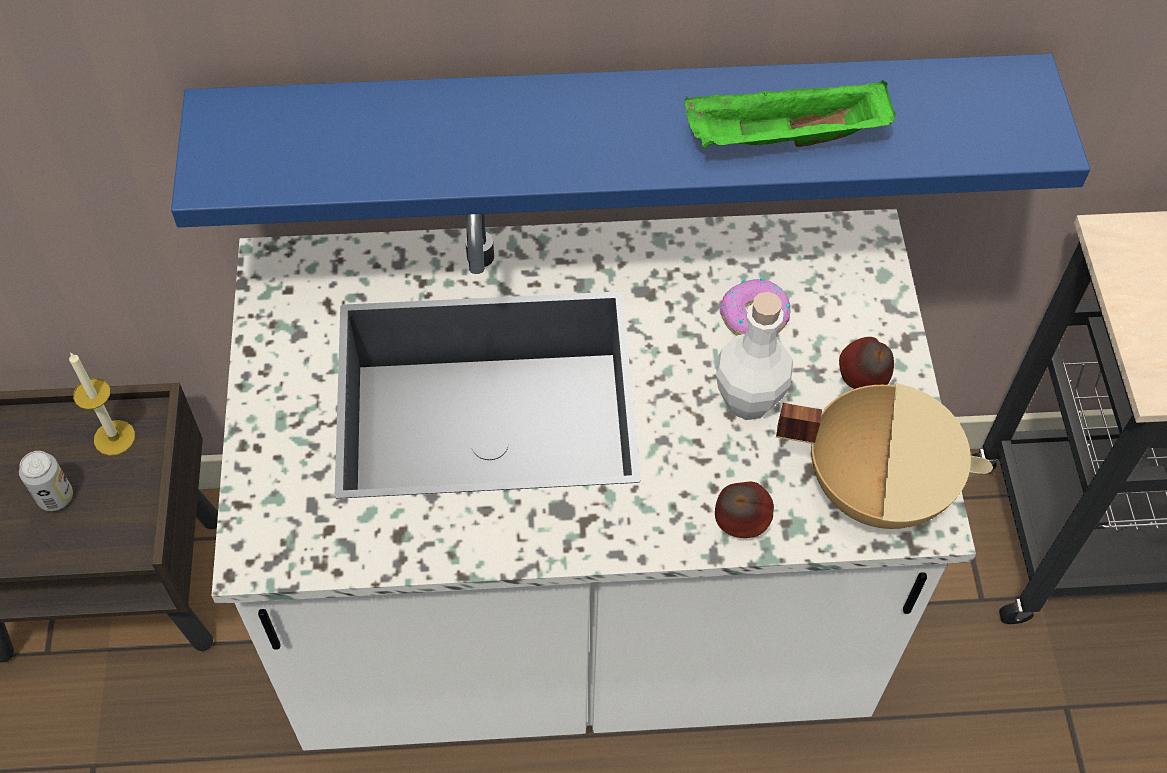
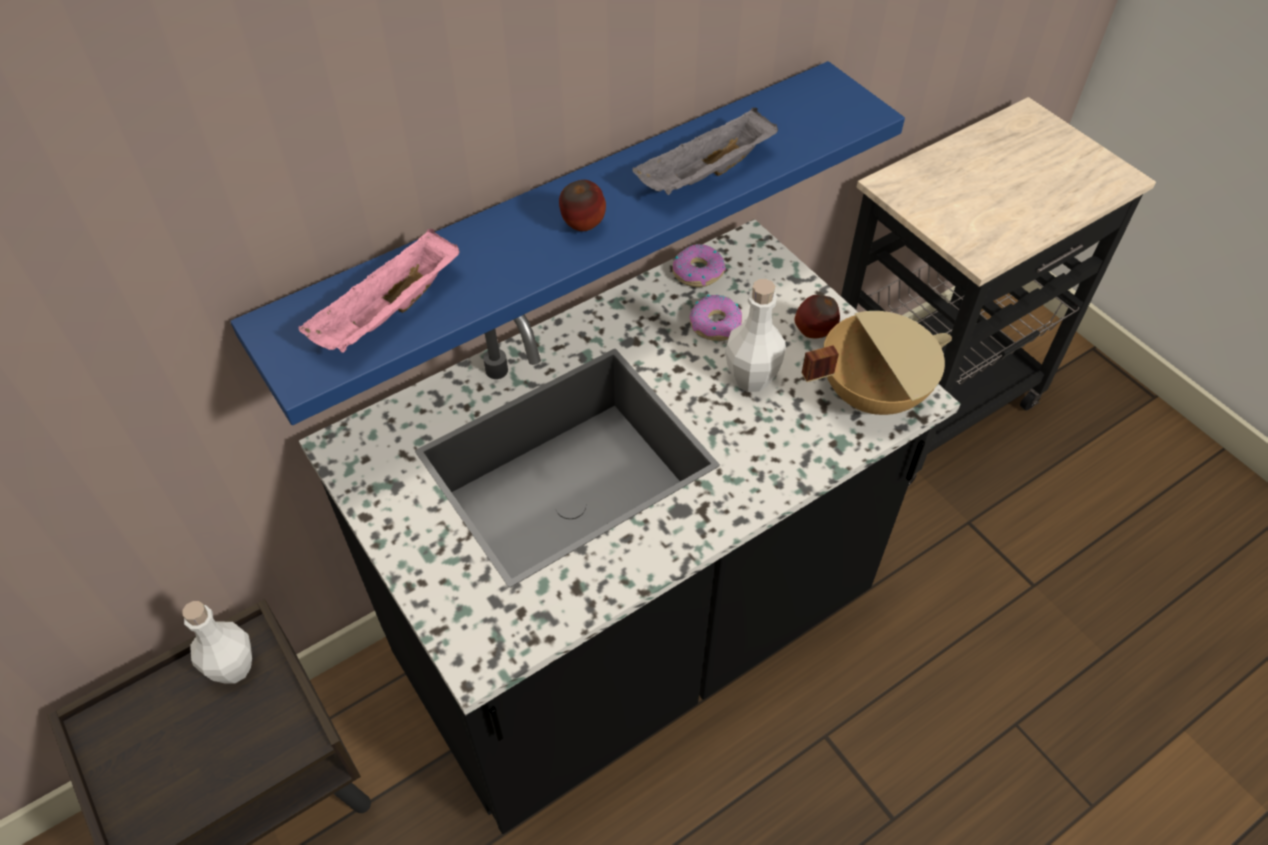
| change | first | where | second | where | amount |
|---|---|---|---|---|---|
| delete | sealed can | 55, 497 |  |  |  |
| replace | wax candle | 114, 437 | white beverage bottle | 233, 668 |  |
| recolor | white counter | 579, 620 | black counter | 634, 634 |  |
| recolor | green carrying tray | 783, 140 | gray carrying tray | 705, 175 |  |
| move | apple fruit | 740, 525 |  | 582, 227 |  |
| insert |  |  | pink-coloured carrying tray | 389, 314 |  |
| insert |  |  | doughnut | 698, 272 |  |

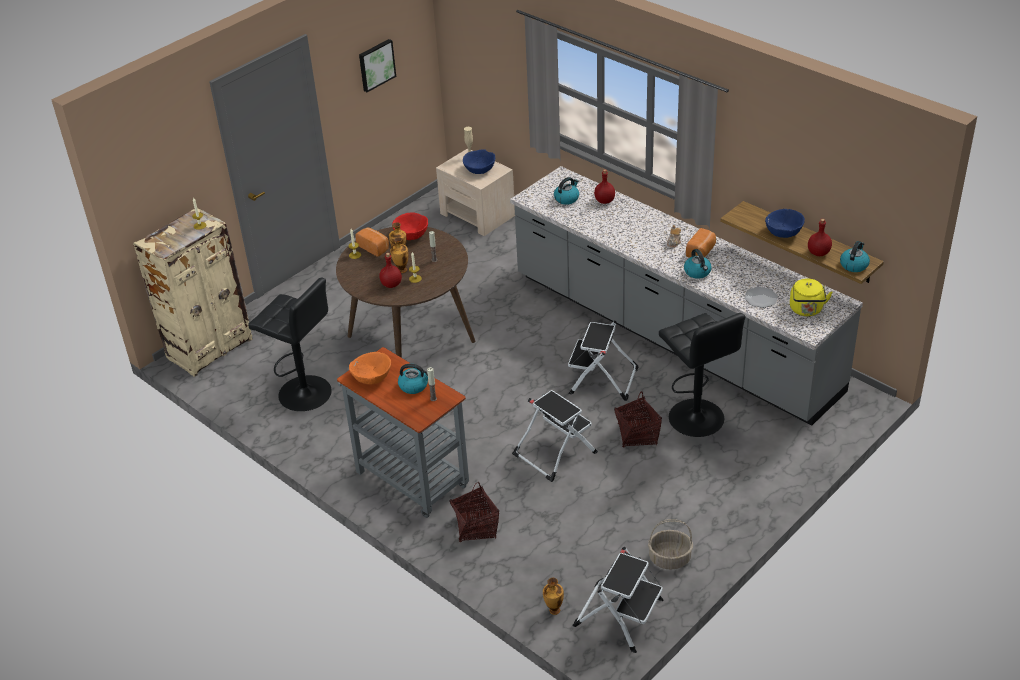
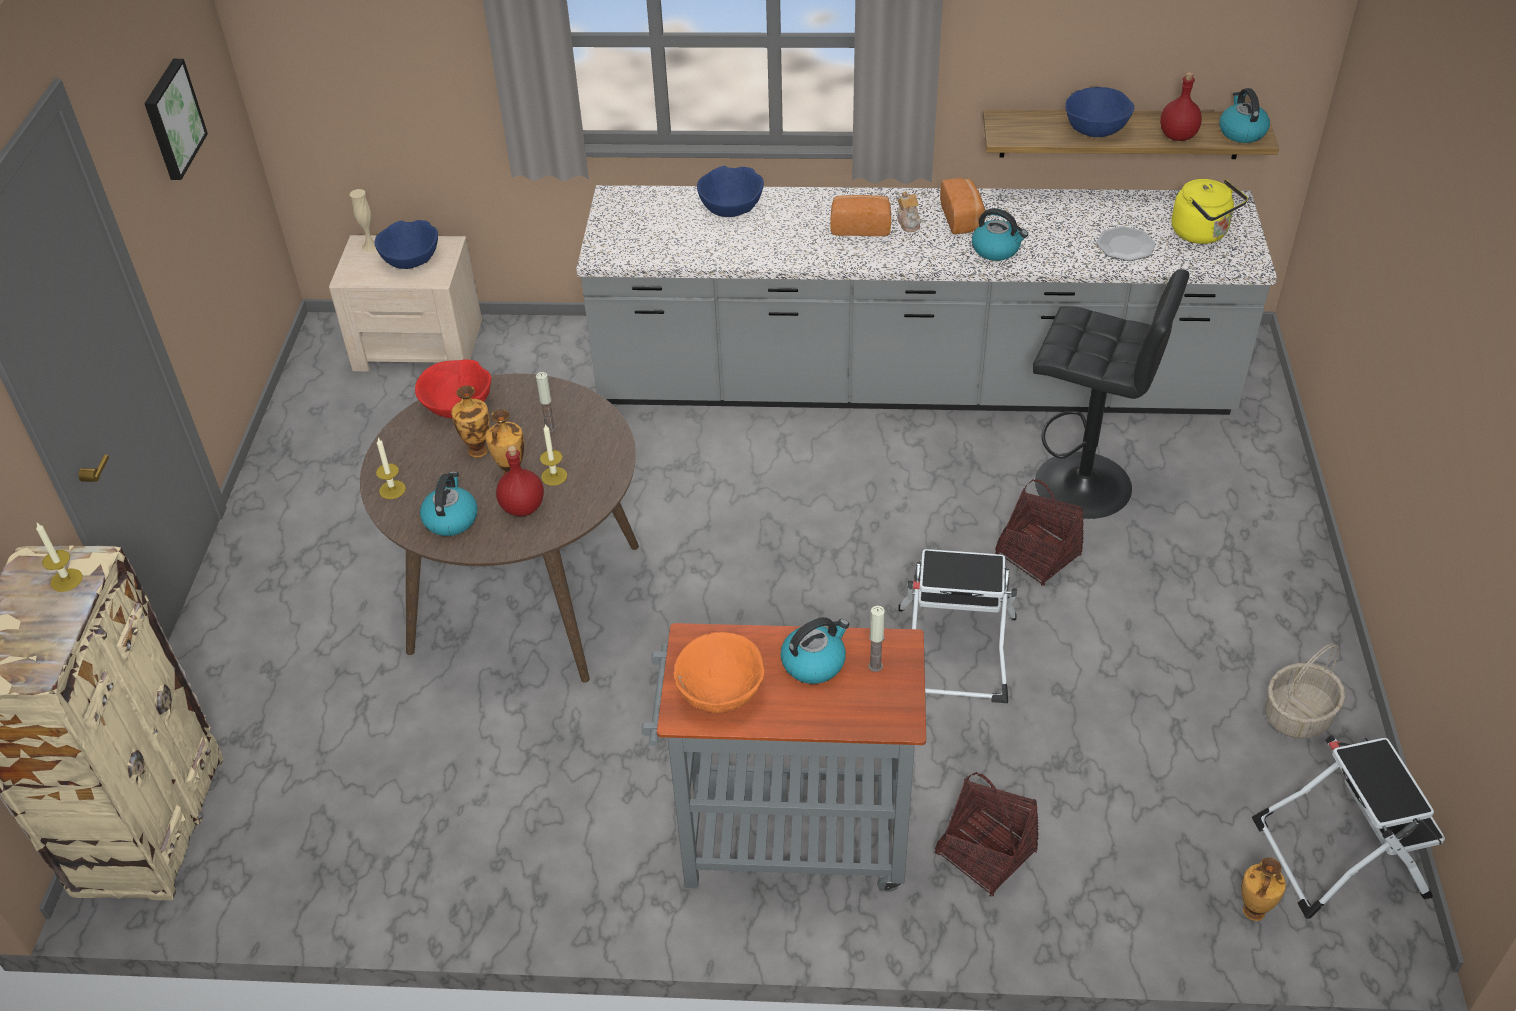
| change | first | where | second | where | amount |
|---|---|---|---|---|---|
| delete | black sitting stool | 305, 394 |  |  |  |
| move | bread | 374, 247 |  | 860, 227 |  |
| move | kettle | 566, 198 |  | 451, 519 |  |
| delete | step stool | 602, 378 |  |  |  |
| replace | red-coloured beverage bottle | 605, 201 | bluish bowl | 731, 207 |  |

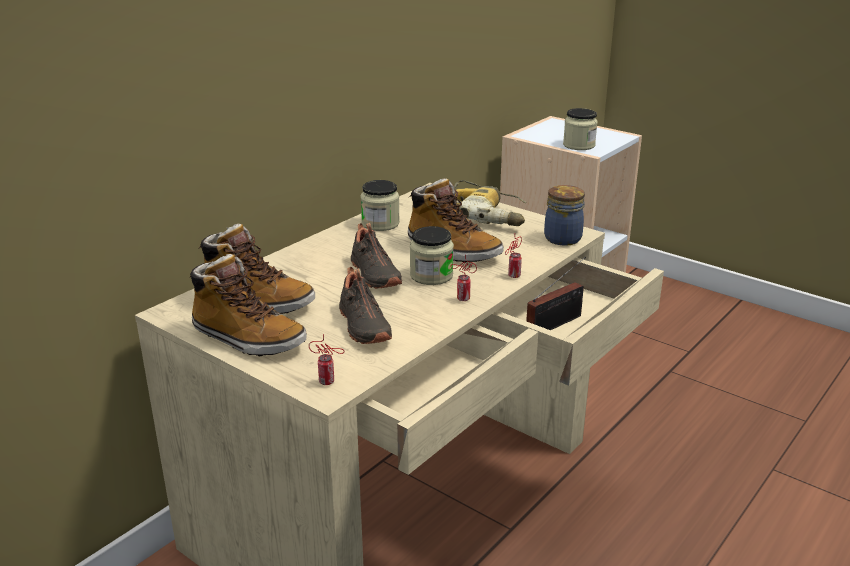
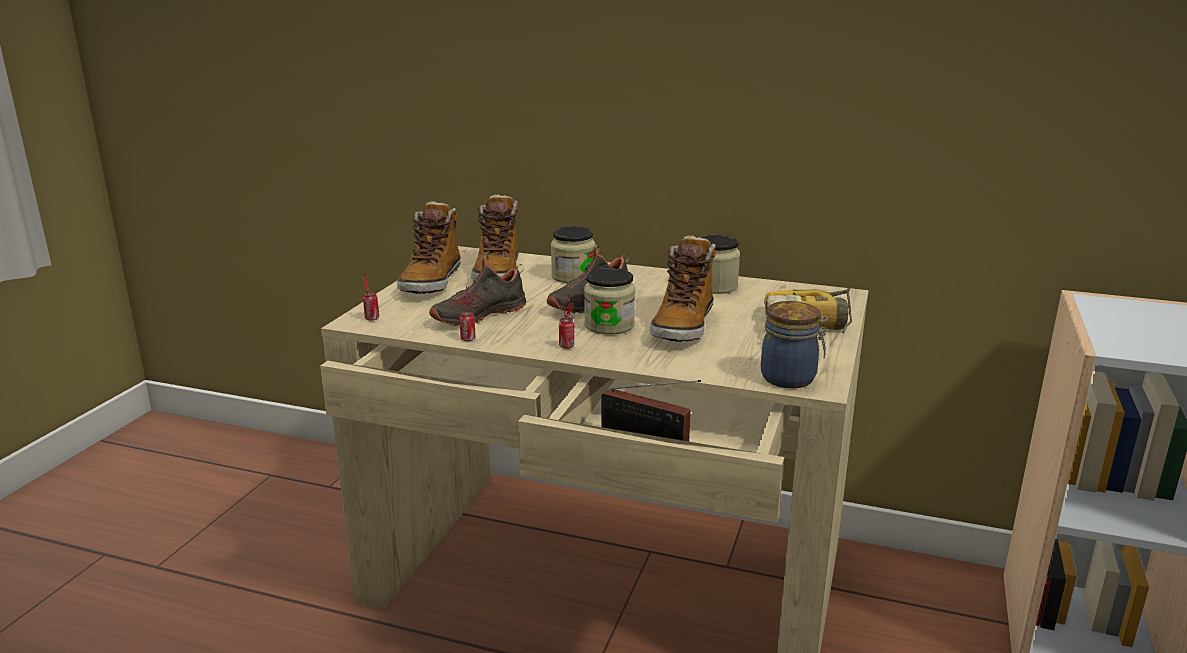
| change | first | where | second | where | amount |
|---|---|---|---|---|---|
| move | sealed can | 513, 276 |  | 466, 339 |  |
| move | storage jar | 579, 145 |  | 573, 276 |  |

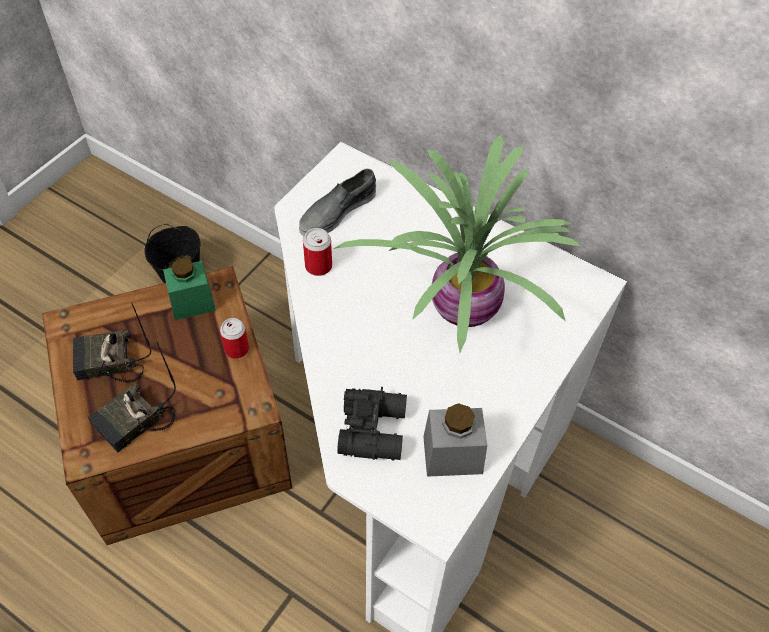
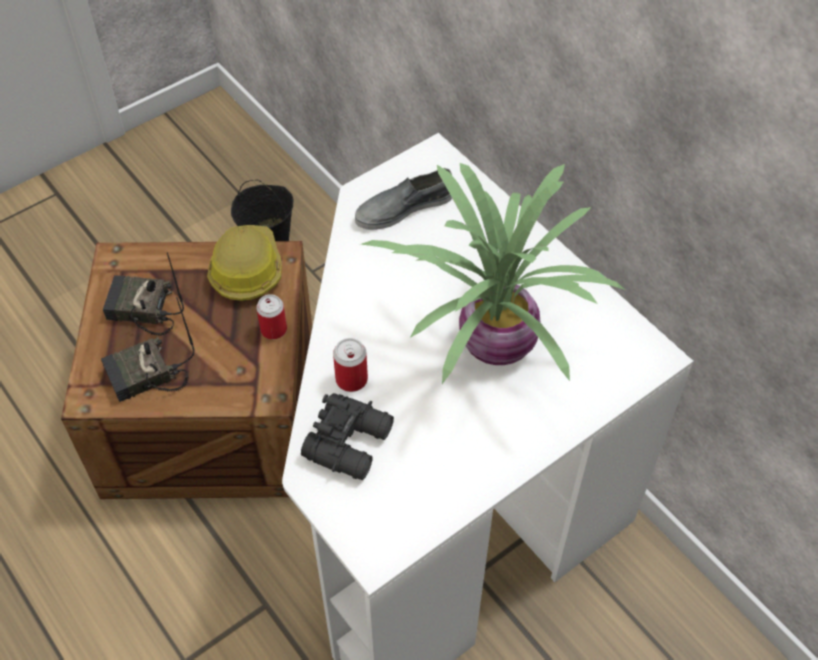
| change | first | where | second | where | amount |
|---|---|---|---|---|---|
| replace | green storage jar | 192, 302 | hard hat | 246, 269 |  |
| move | sealed can | 318, 266 |  | 351, 379 |  |
| delete | gray storage jar | 452, 455 |  |  |  |

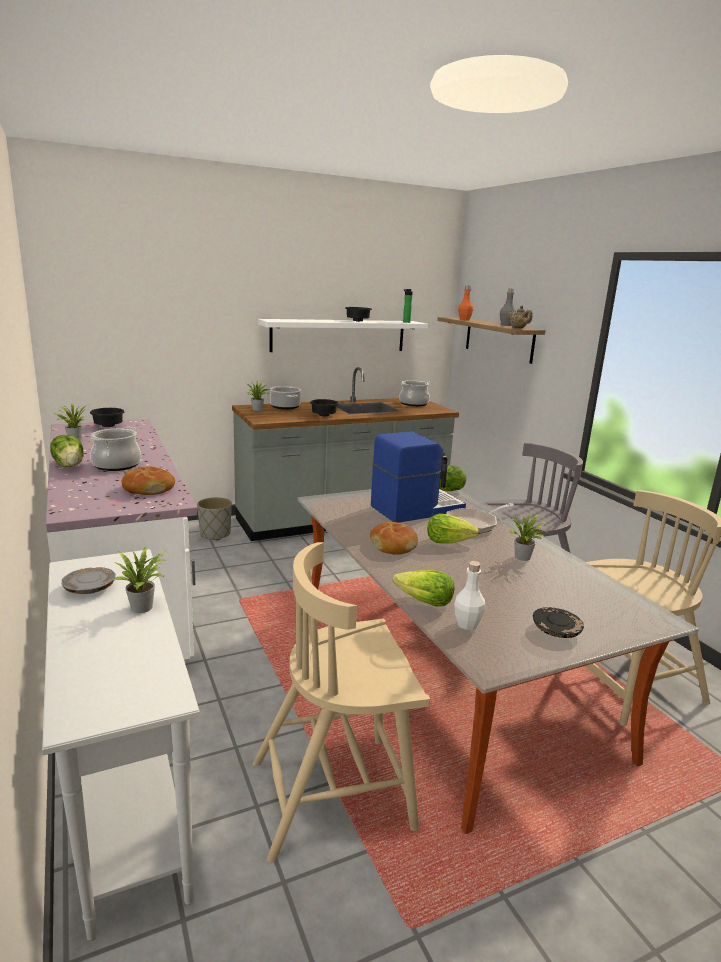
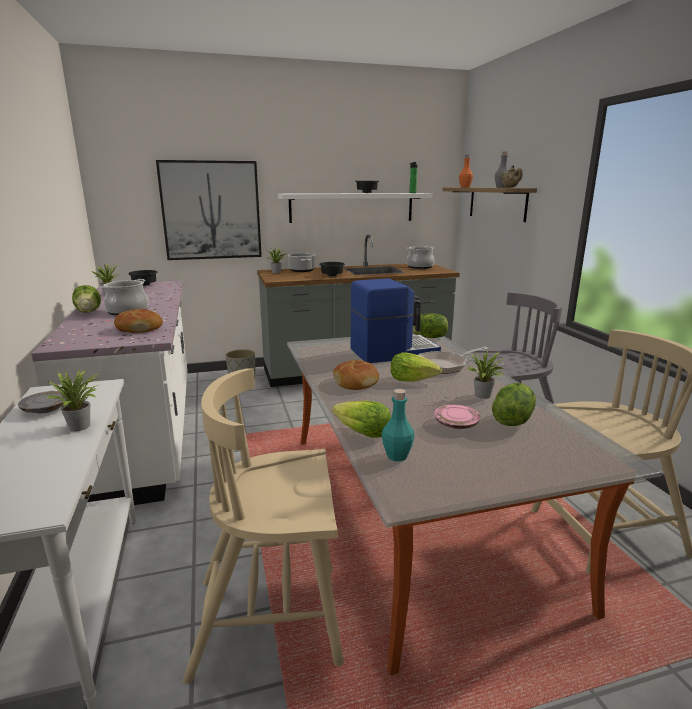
| change | first | where | second | where | amount |
|---|---|---|---|---|---|
| recolor | white beverage bottle | 467, 624 | blue-green beverage bottle | 397, 456 |  |
| delete | black dinner plate | 556, 630 |  |  |  |
| insert |  |  | wall art | 211, 210 |  |
| insert |  |  | pink-coloured dinner plate | 456, 424 |  |
| insert |  |  | lettuce head | 512, 420 |  |

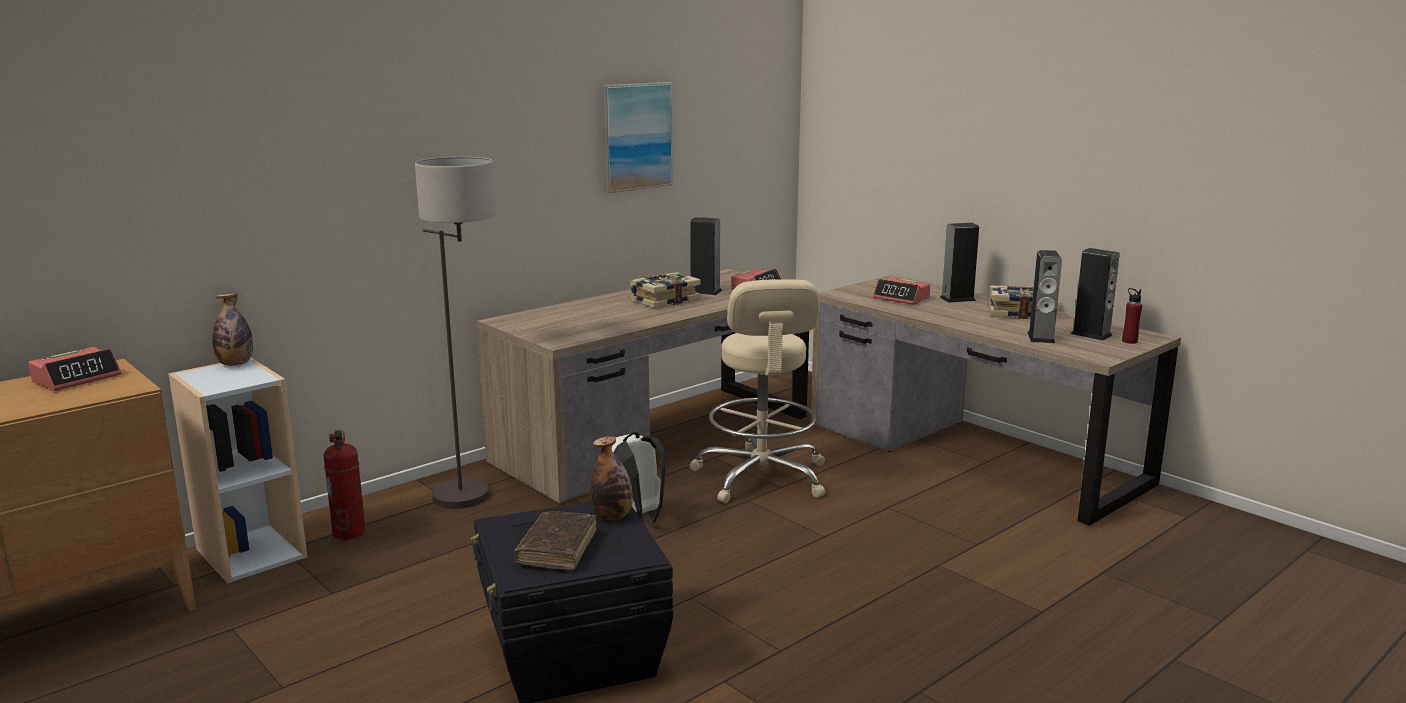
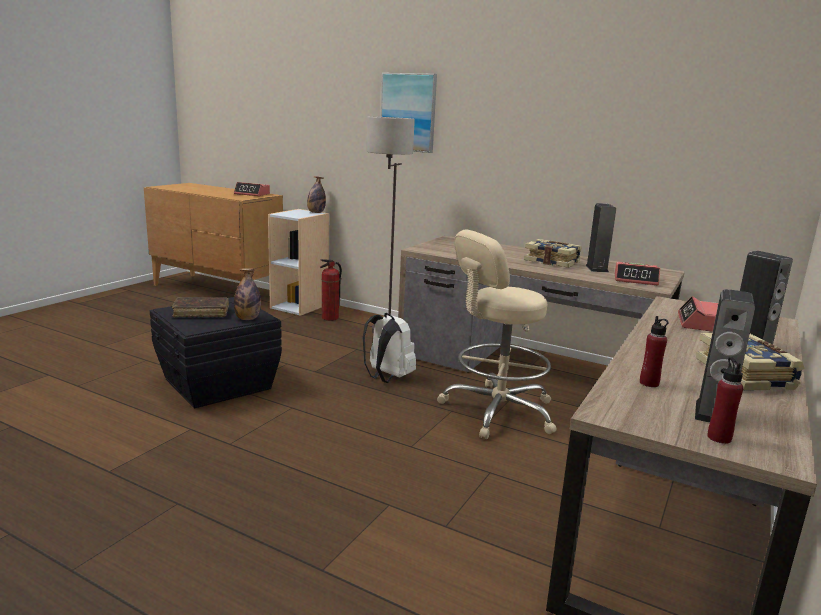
| change | first | where | second | where | amount |
|---|---|---|---|---|---|
| move | wall art | 636, 136 |  | 408, 112 |  |
| replace | loudspeaker | 1041, 337 | red-coloured beverage bottle | 649, 383 |  |

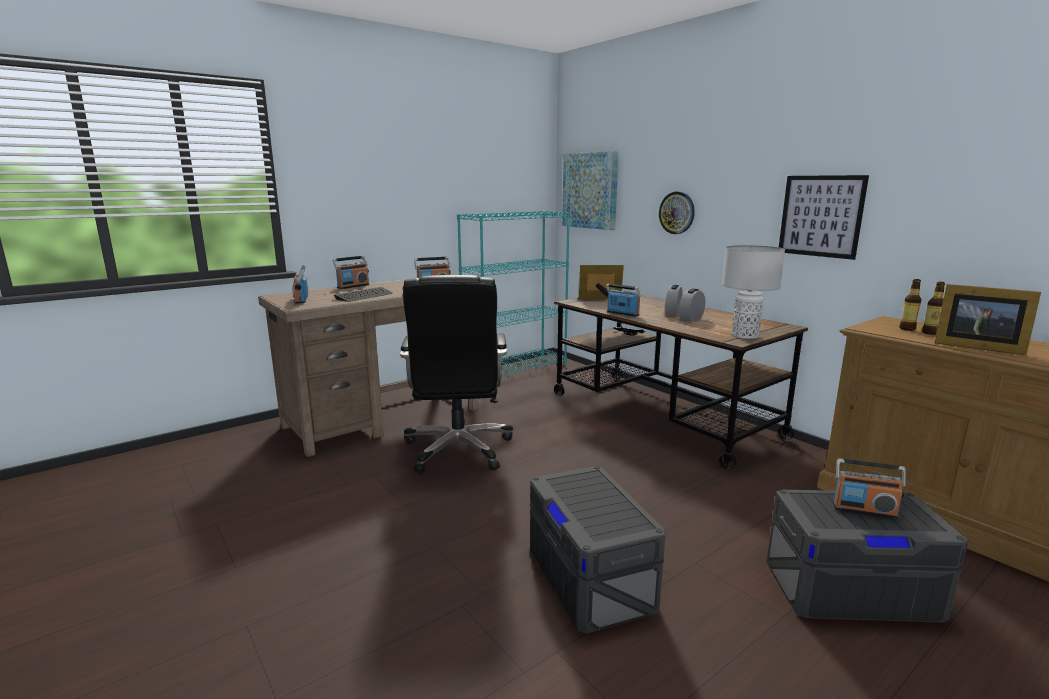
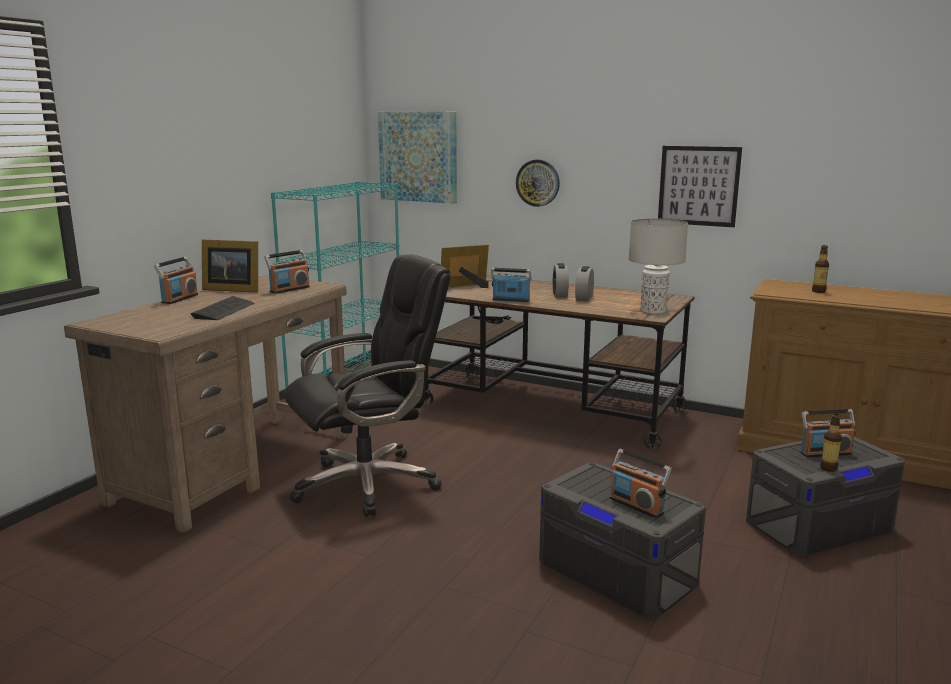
| change | first | where | second | where | amount |
|---|---|---|---|---|---|
| move | radio set | 301, 300 |  | 637, 505 |  |
| rotate | black computer chair | 458, 448 |  | 368, 484 | 90 degrees counterclockwise |
| move | beverage bottle | 907, 329 |  | 828, 468 |  |
| move | picture frame | 975, 346 |  | 231, 289 |  |

